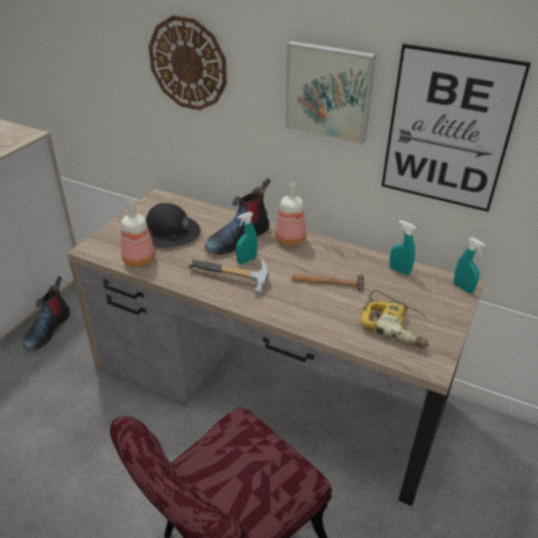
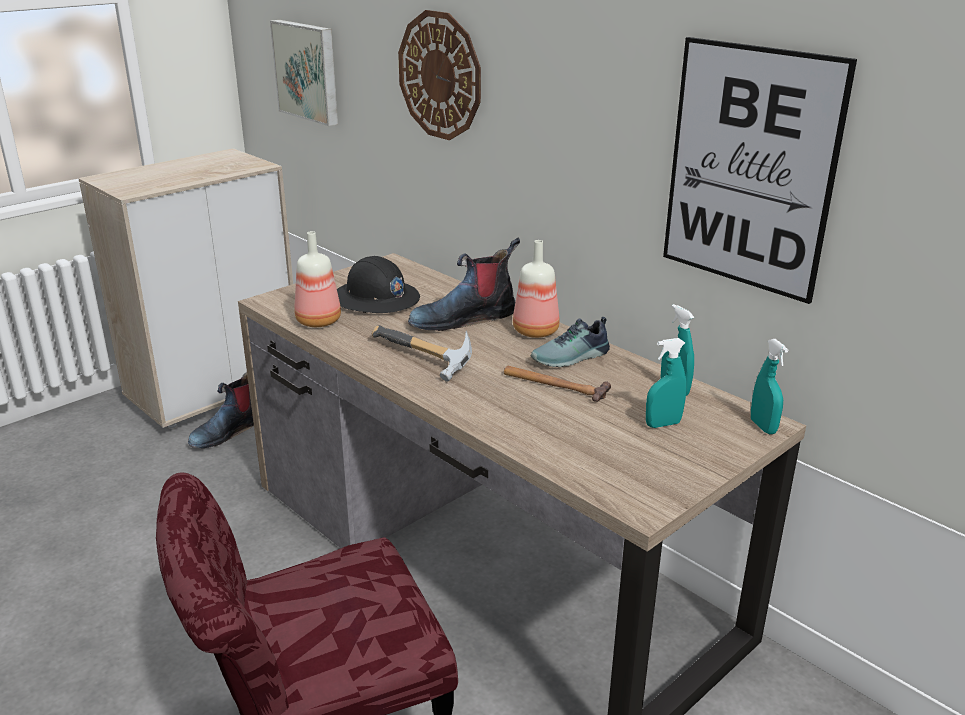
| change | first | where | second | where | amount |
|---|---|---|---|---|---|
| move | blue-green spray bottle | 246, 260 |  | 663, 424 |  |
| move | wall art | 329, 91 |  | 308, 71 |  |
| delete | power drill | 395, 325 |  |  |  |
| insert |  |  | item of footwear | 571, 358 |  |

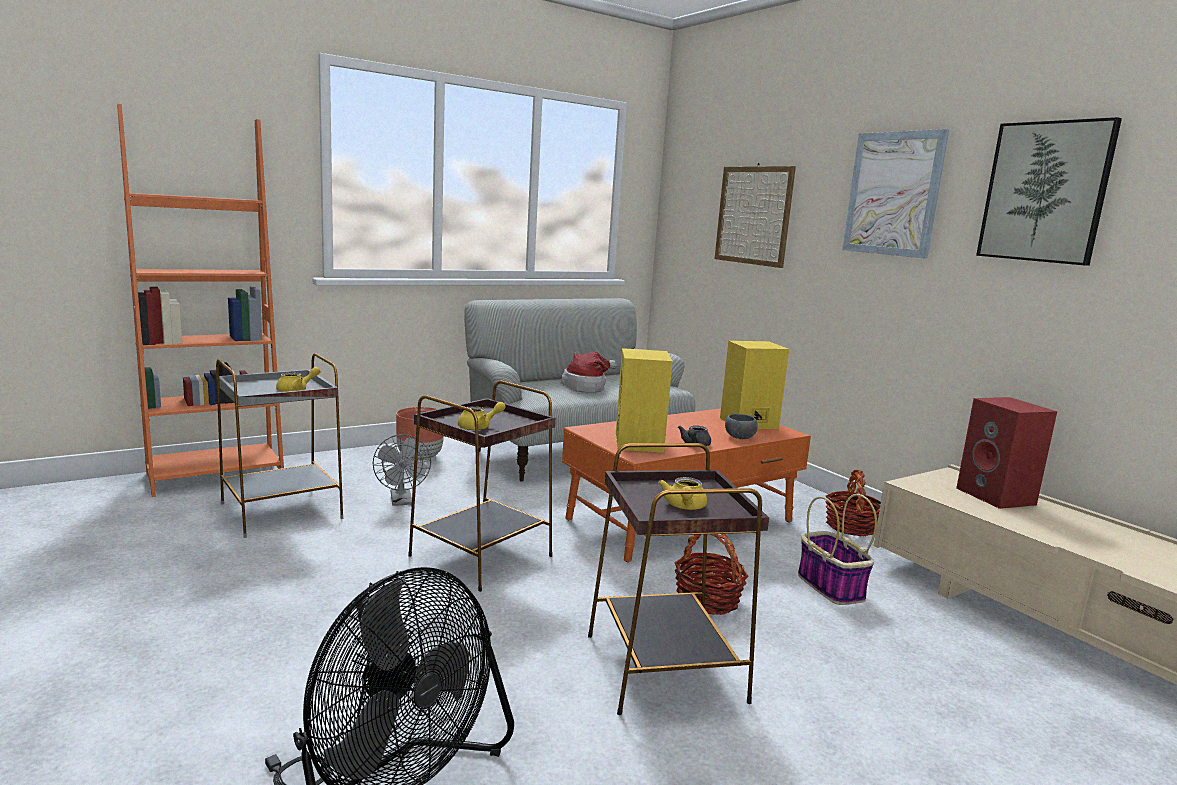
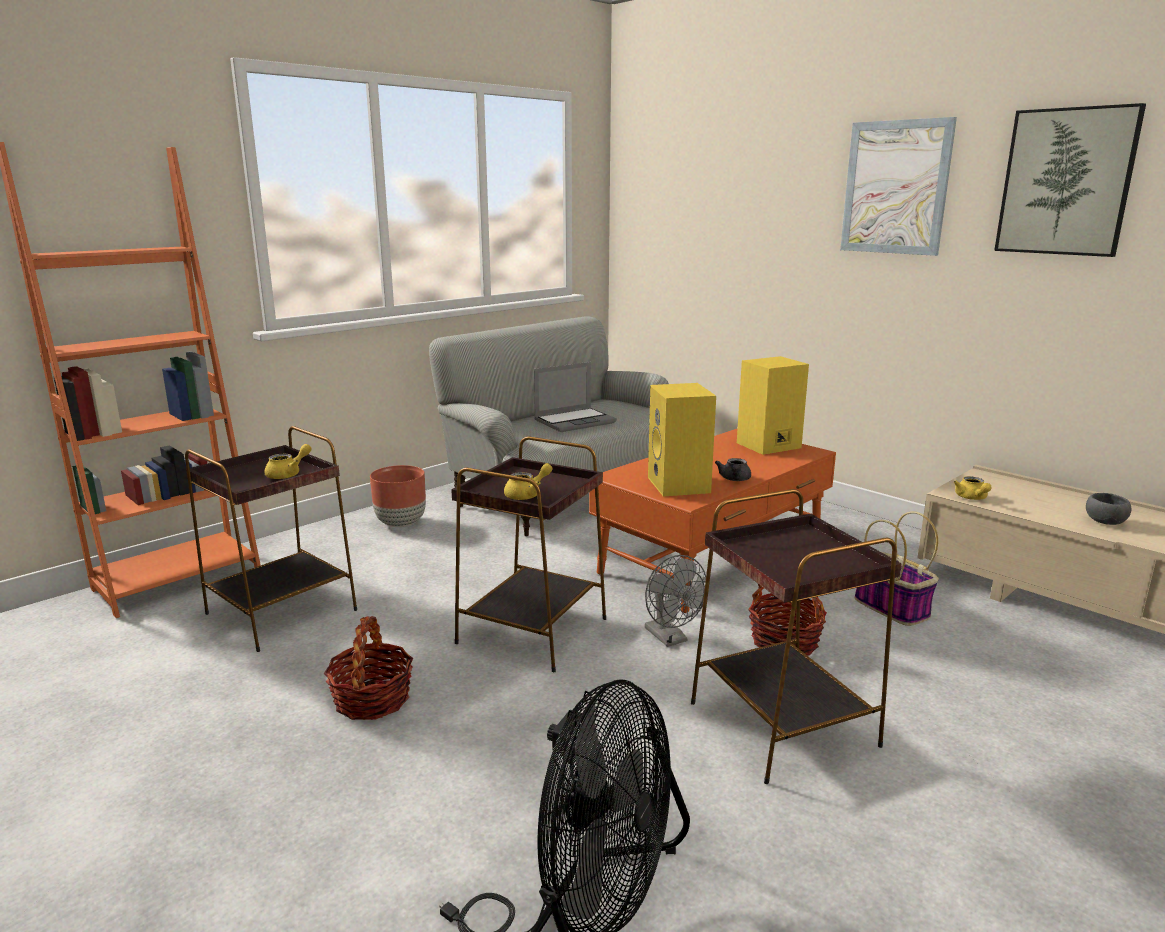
| change | first | where | second | where | amount |
|---|---|---|---|---|---|
| recolor | gray side table | 283, 511 | brown-coloured side table | 283, 611 |  |
| move | gray electric fan | 402, 501 |  | 670, 638 |  |
| replace | clothing hat | 587, 386 | laptop | 575, 421 |  |
| move | yellow pot for tea | 684, 507 |  | 972, 498 |  |
| delete | wall art | 754, 213 |  |  |  |
| move | gray bowl | 738, 437 |  | 1104, 522 |  |
| move | household basket | 851, 526 |  | 372, 699 |  |
| delete | red-coloured loudspeaker | 998, 497 |  |  |  |

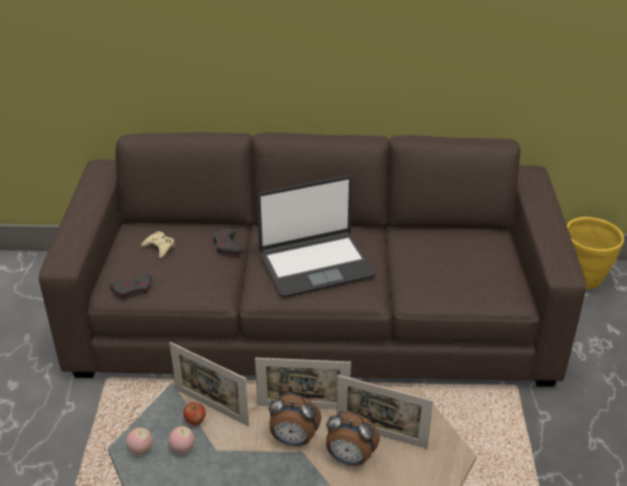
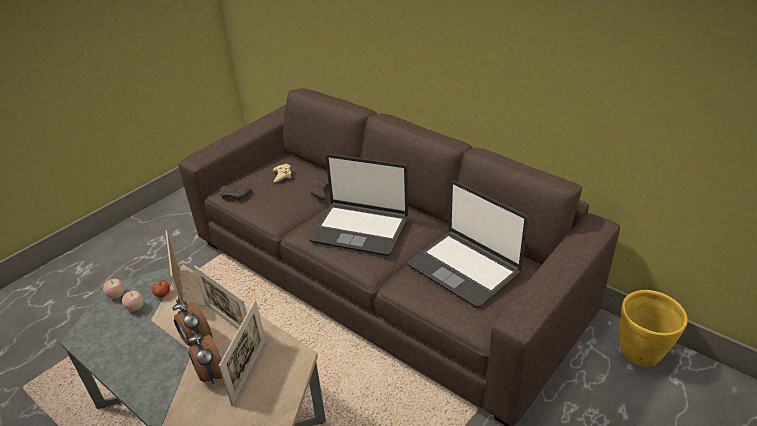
| change | first | where | second | where | amount |
|---|---|---|---|---|---|
| rotate | picture frame | 381, 435 |  | 249, 371 | 135 degrees counterclockwise |
| insert |  |  | laptop | 464, 268 |  |

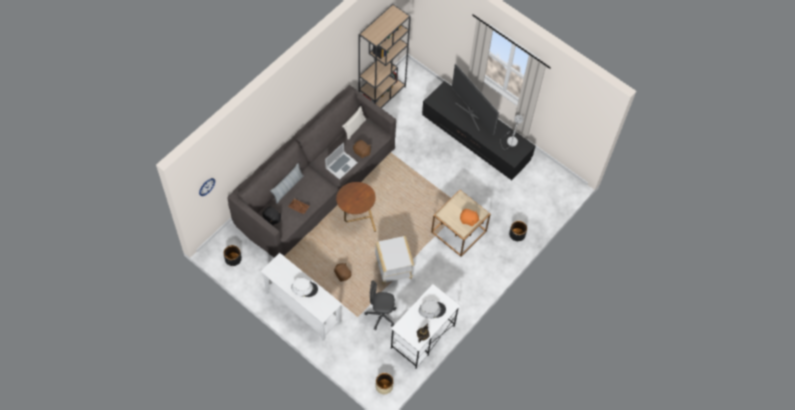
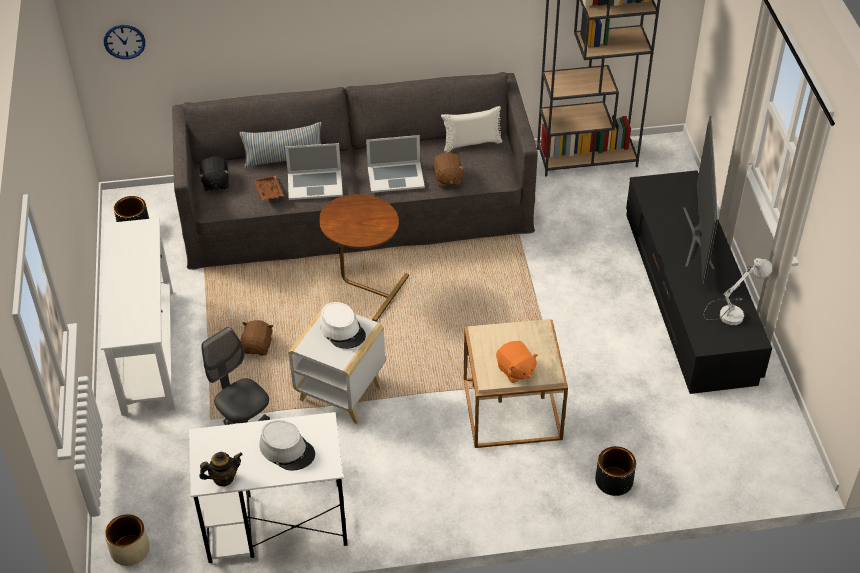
| change | first | where | second | where | amount |
|---|---|---|---|---|---|
| move | white clothing hat | 304, 288 |  | 342, 330 |  |
| insert |  |  | laptop | 315, 184 |  |

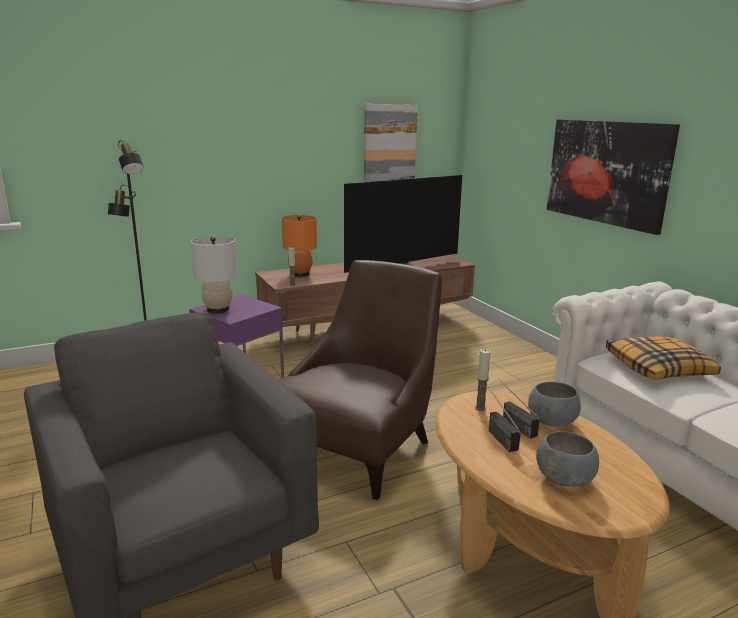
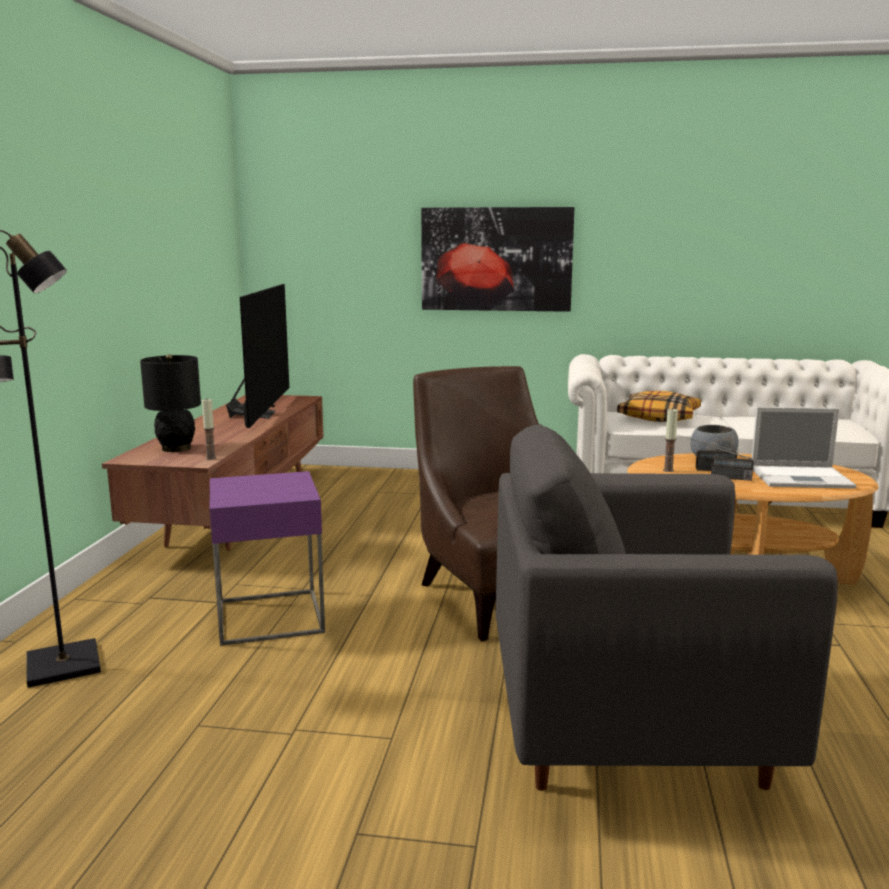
| change | first | where | second | where | amount |
|---|---|---|---|---|---|
| delete | white tabletop lamp | 218, 309 |  |  |  |
| recolor | orange tabletop lamp | 300, 274 | black tabletop lamp | 176, 448 |  |
| delete | wall art | 389, 144 |  |  |  |
| replace | gray bowl | 565, 479 | laptop | 802, 478 |  |

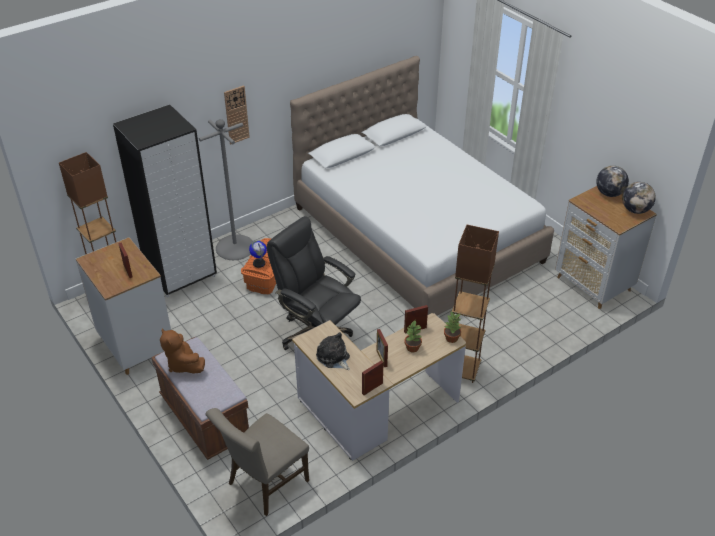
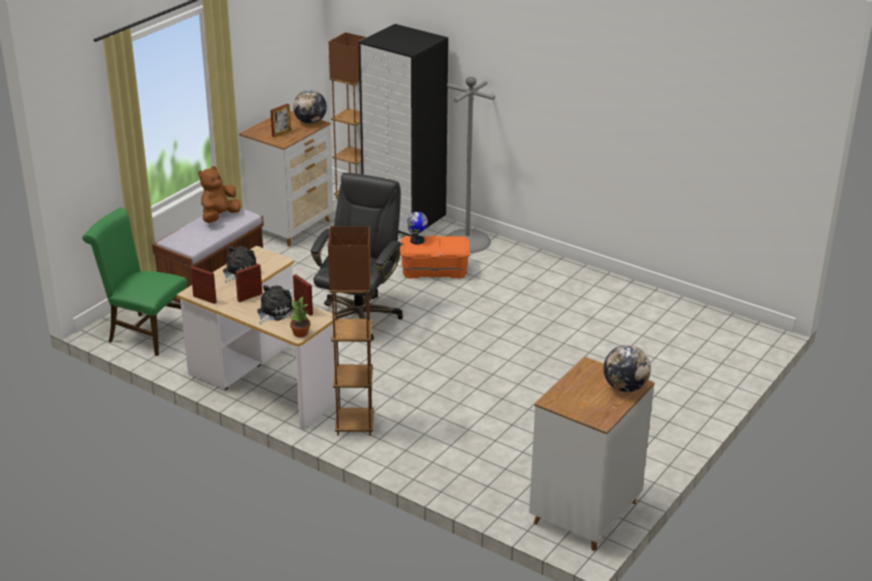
| change | first | where | second | where | amount |
|---|---|---|---|---|---|
| recolor | sand-coloured plain chair | 264, 484 | green plain chair | 144, 333 |  |
| delete | hanging clock | 236, 115 |  |  |  |
| delete | white bed | 416, 234 |  |  |  |
| replace | plant in a pot | 412, 348 | cuddly toy | 273, 312 |  |
| move | globe | 635, 210 |  | 310, 122 |  |

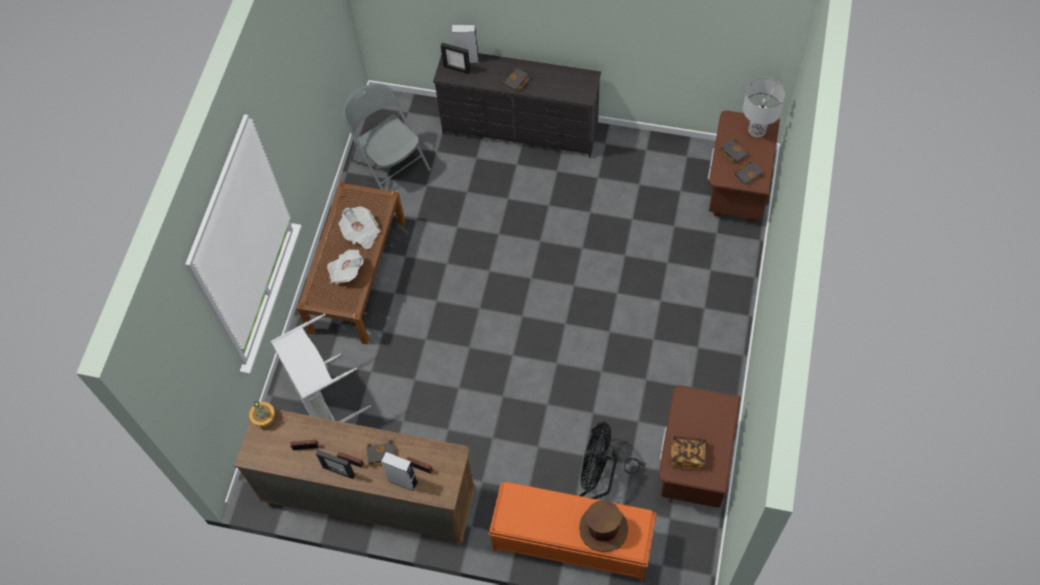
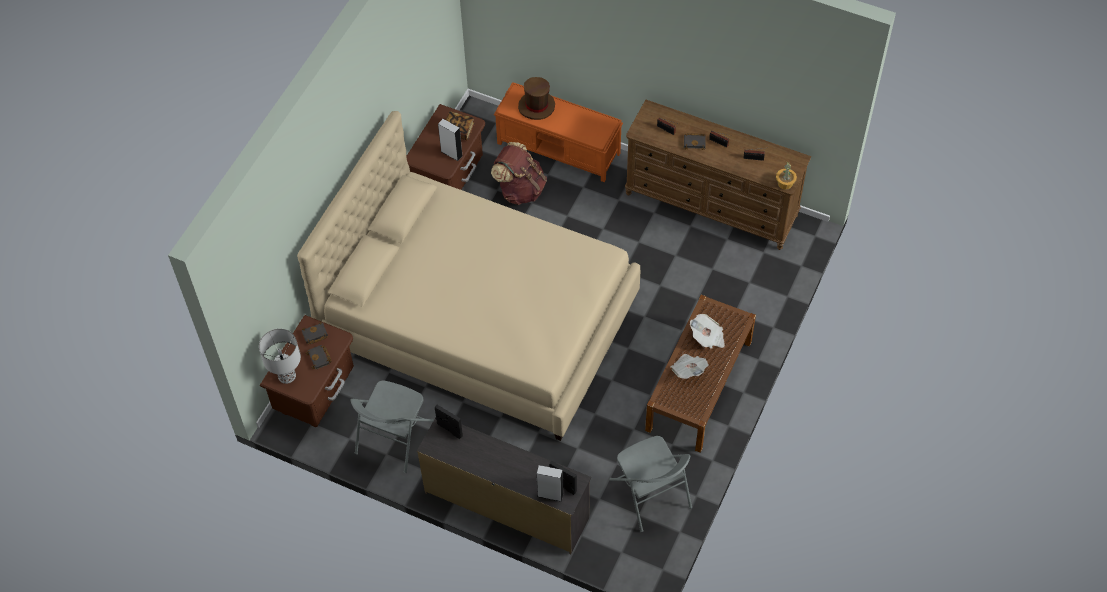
| change | first | where | second | where | amount |
|---|---|---|---|---|---|
| delete | gray laundry basket | 322, 398 |  |  |  |
| move | picture frame | 339, 471 |  | 449, 430 |  |
| move | gray loudspeaker | 403, 481 |  | 451, 153 |  |
| delete | black volume | 516, 82 |  |  |  |
| replace | black electric fan | 602, 470 | brown-coloured rucksack | 520, 189 |  |
| insert |  |  | sand-coloured bed | 479, 318 |  |
| insert |  |  | gray plain chair | 394, 437 |  |

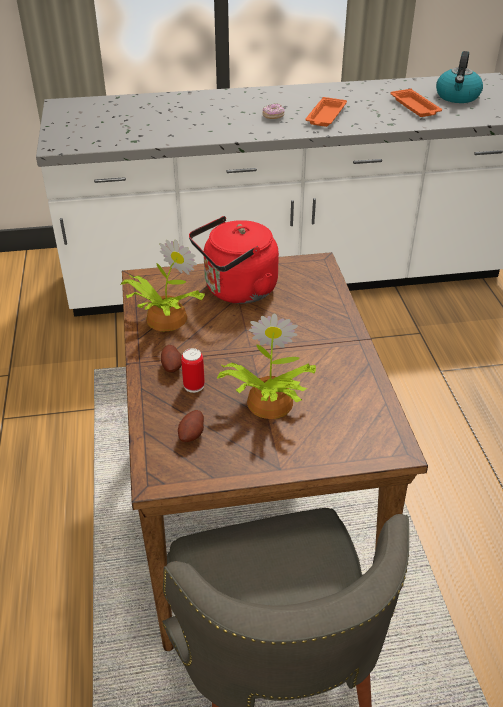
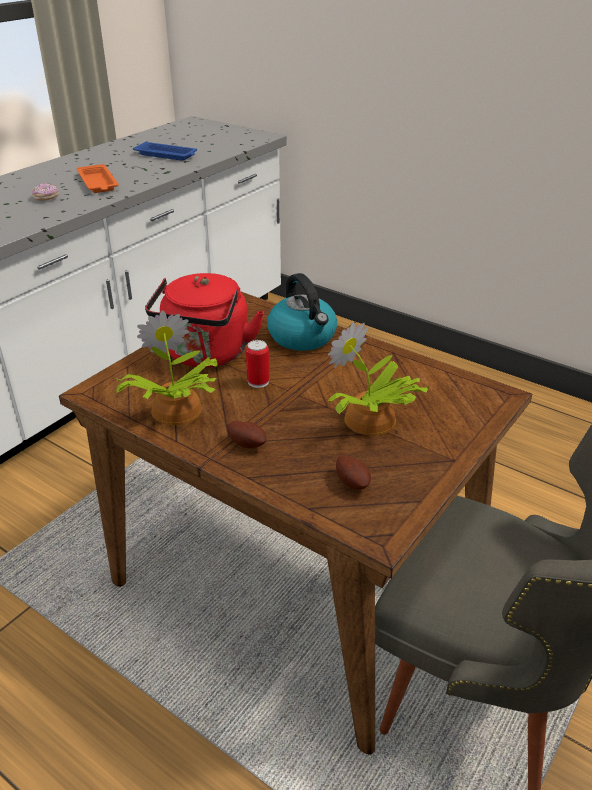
| change | first | where | second | where | amount |
|---|---|---|---|---|---|
| move | sealed can | 194, 385 |  | 258, 382 |  |
| recolor | orange carrying tray | 415, 107 | bluish carrying tray | 166, 155 |  |
| move | kettle | 457, 97 |  | 303, 337 |  |

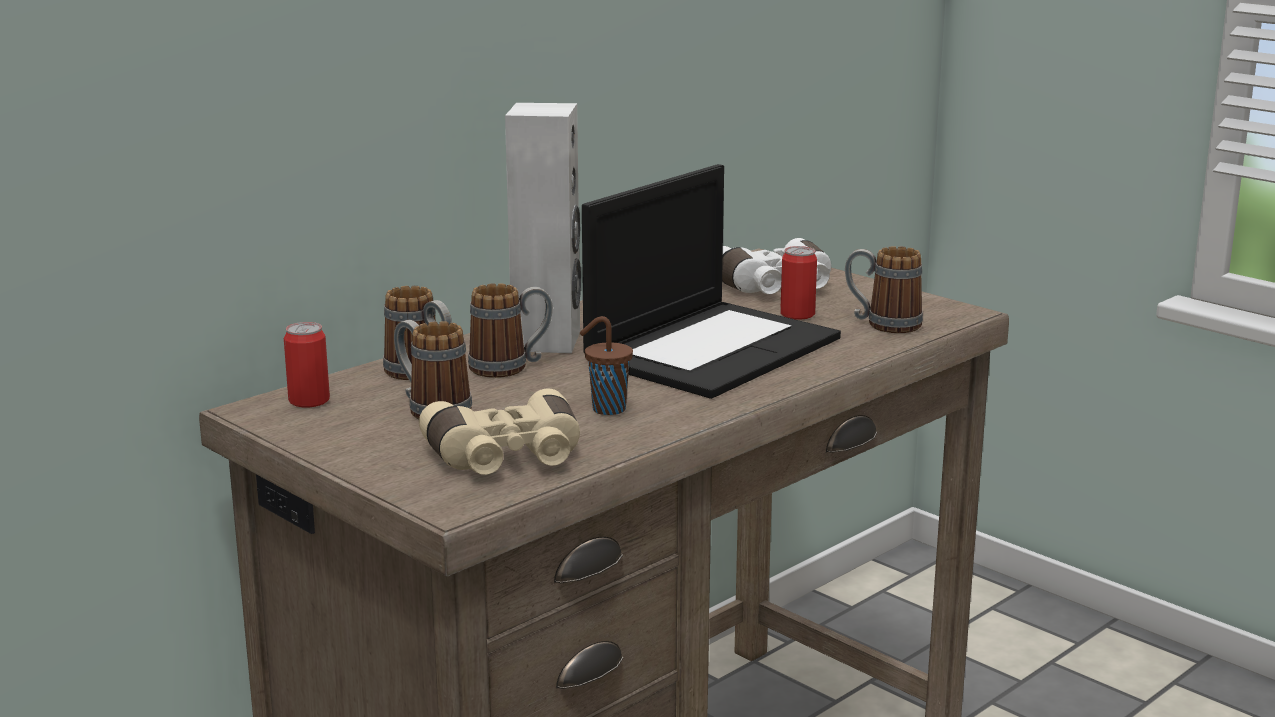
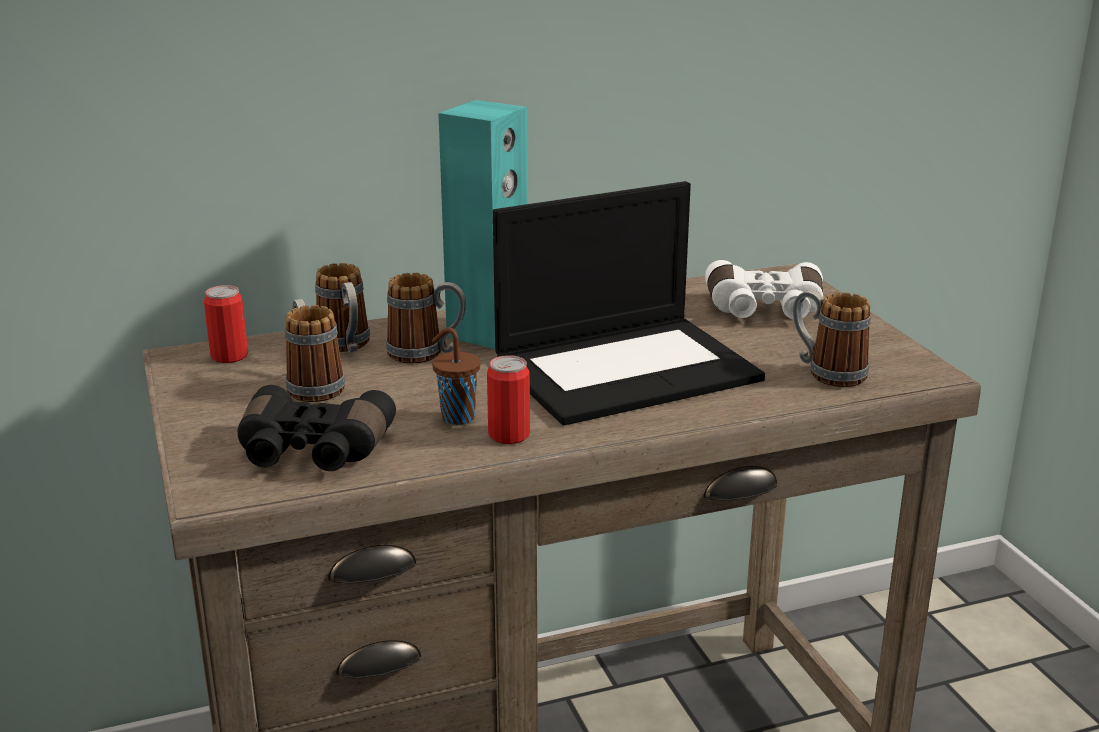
| change | first | where | second | where | amount |
|---|---|---|---|---|---|
| recolor | sand-coloured pair of binoculars | 507, 459 | black pair of binoculars | 311, 452 |  |
| recolor | white loudspeaker | 547, 341 | blue-green loudspeaker | 489, 332 |  |
| move | sealed can | 797, 314 |  | 509, 435 |  |

